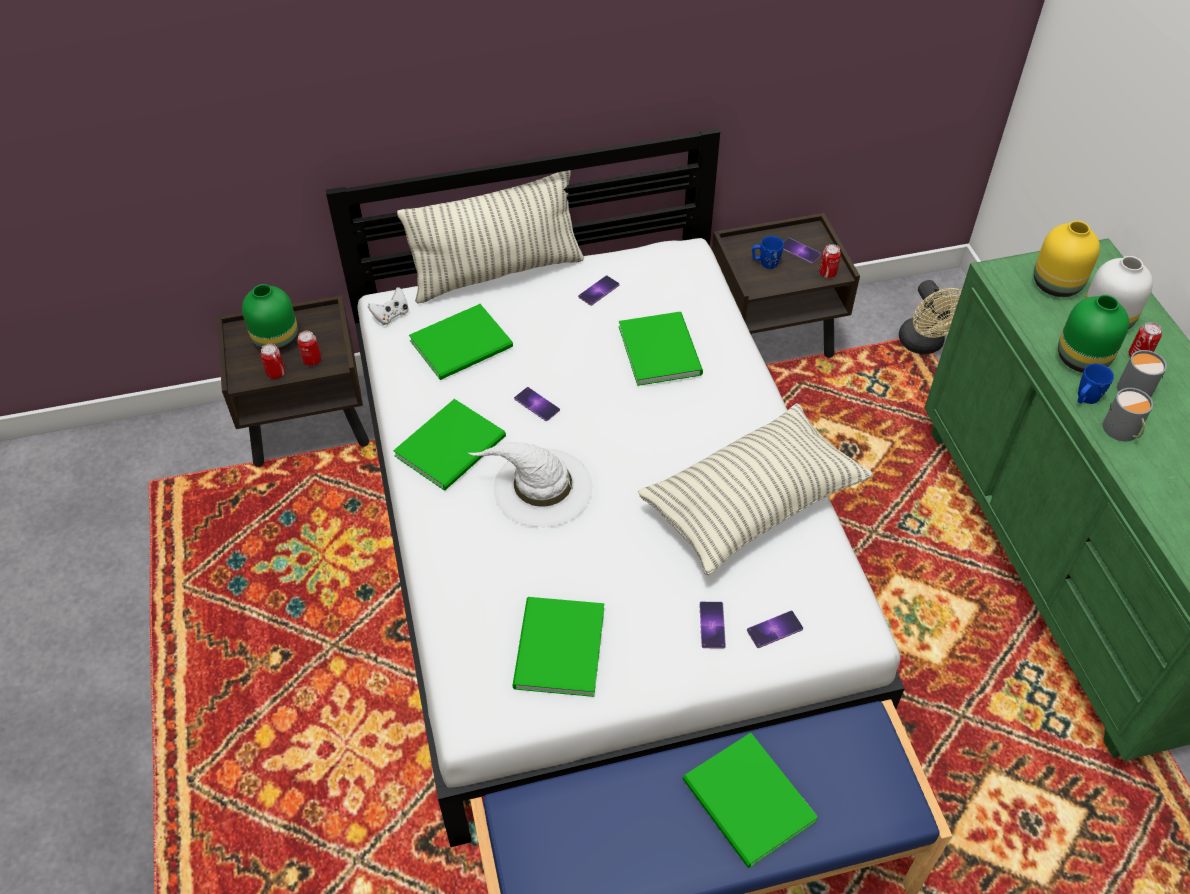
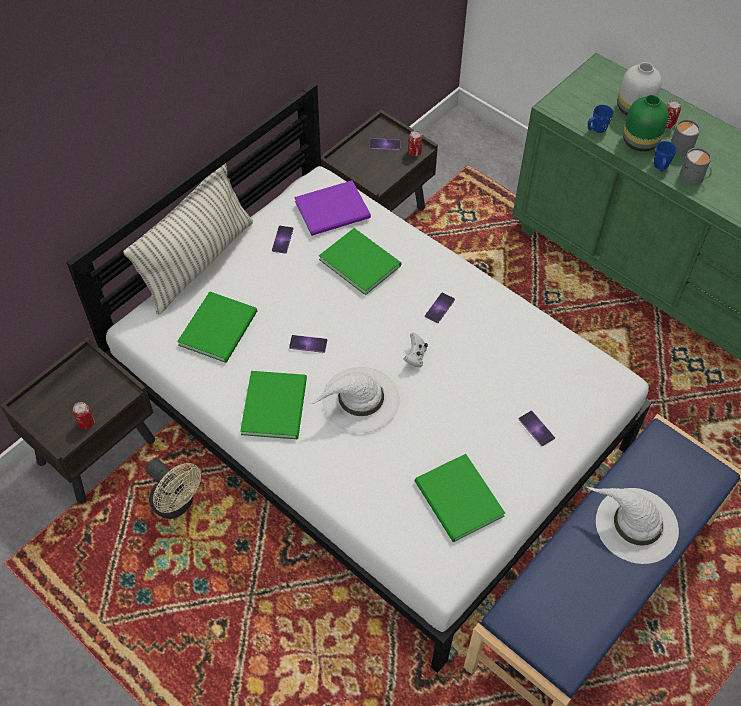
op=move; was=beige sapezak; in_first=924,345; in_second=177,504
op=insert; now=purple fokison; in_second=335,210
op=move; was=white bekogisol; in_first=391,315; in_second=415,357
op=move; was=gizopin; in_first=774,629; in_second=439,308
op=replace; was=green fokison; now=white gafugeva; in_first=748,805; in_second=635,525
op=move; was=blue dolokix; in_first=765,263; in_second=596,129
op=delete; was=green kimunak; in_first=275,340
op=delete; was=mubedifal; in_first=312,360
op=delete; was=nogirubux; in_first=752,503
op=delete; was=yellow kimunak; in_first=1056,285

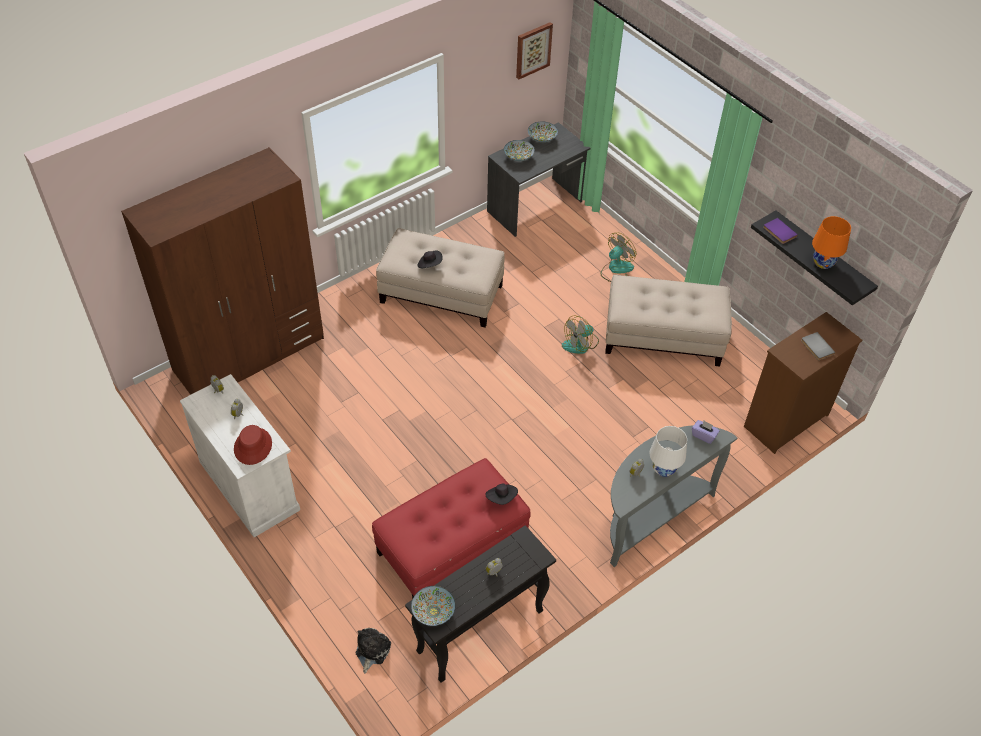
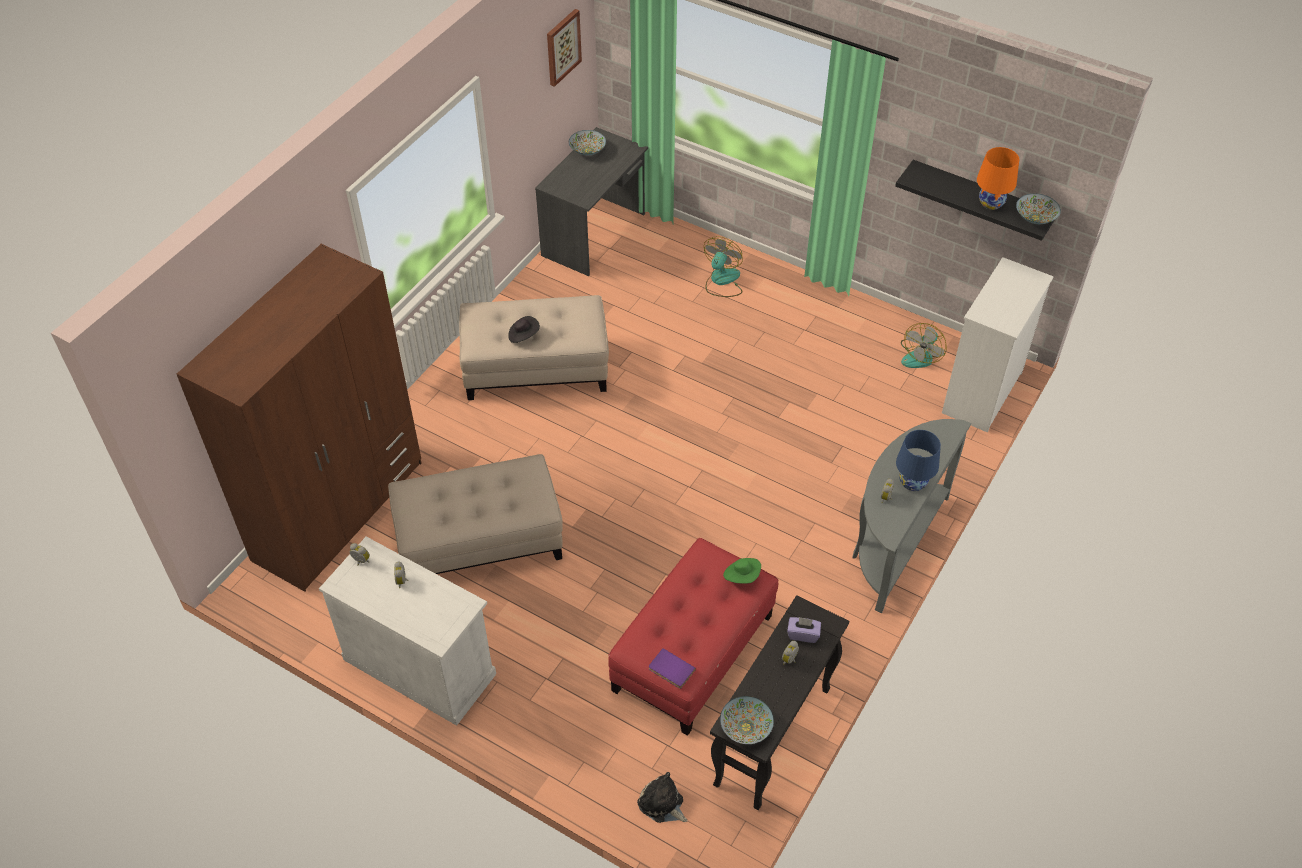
op=move; was=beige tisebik; in_first=663,336; in_second=480,539
op=rotate; was=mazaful; in_first=371,650; in_second=662,804; clockwise=-45
op=move; was=purple fokison; in_first=778,232; in_second=670,670
op=recolor; was=black gafugeva; now=green gafugeva; in_first=501,498; in_second=742,576
op=move; was=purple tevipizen; in_first=704,435; in_second=803,634
op=recolor; was=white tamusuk; now=blue tamusuk; in_first=663,469; in_second=912,482
op=move; was=sapezak; in_first=580,344; in_second=920,355
op=recolor; was=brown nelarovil; now=white nelarovil; in_first=785,421; in_second=981,393
op=move; was=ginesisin; in_first=518,157; in_second=1035,218
op=delete; was=red gafugeva; in_first=252,446
op=delete; was=grey fokison; in_first=816,347

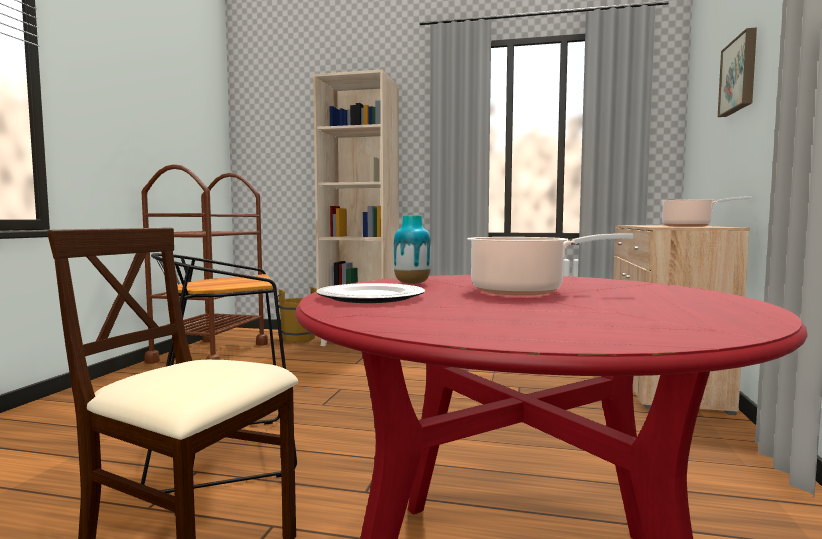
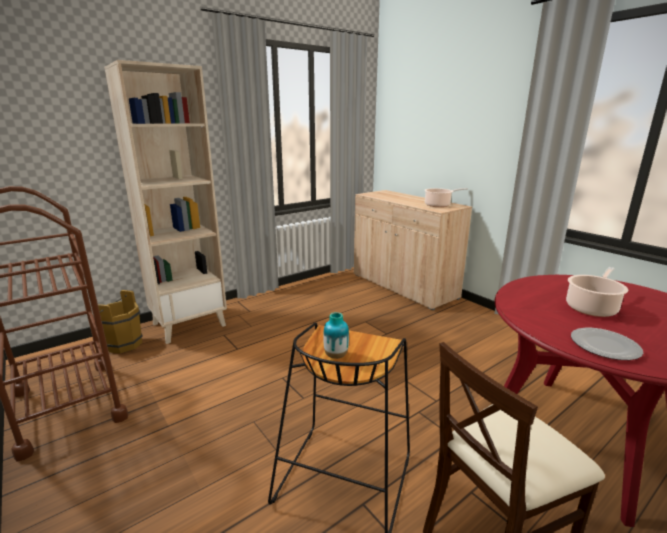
op=move; was=kimunak; in_first=412,283; in_second=336,355
op=delete; was=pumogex; in_first=740,75

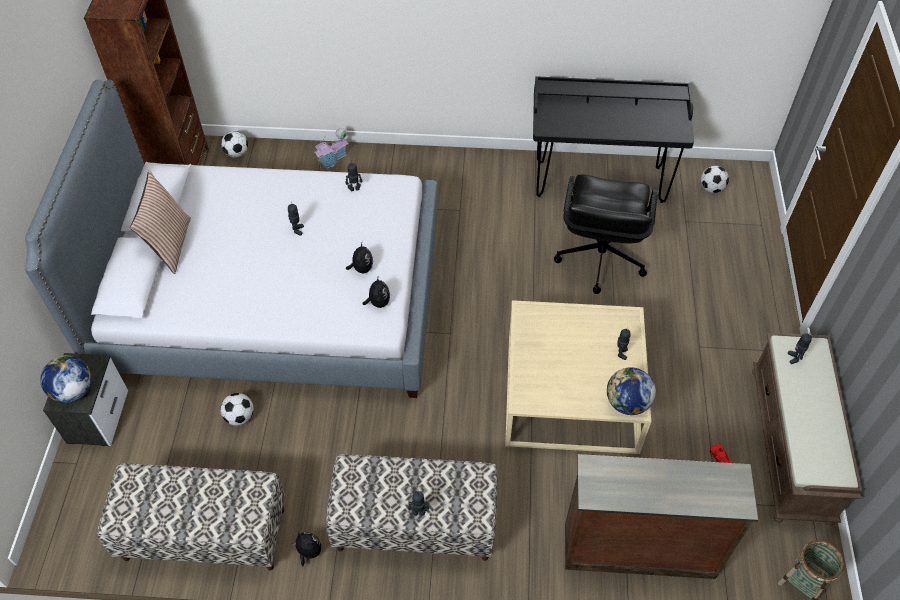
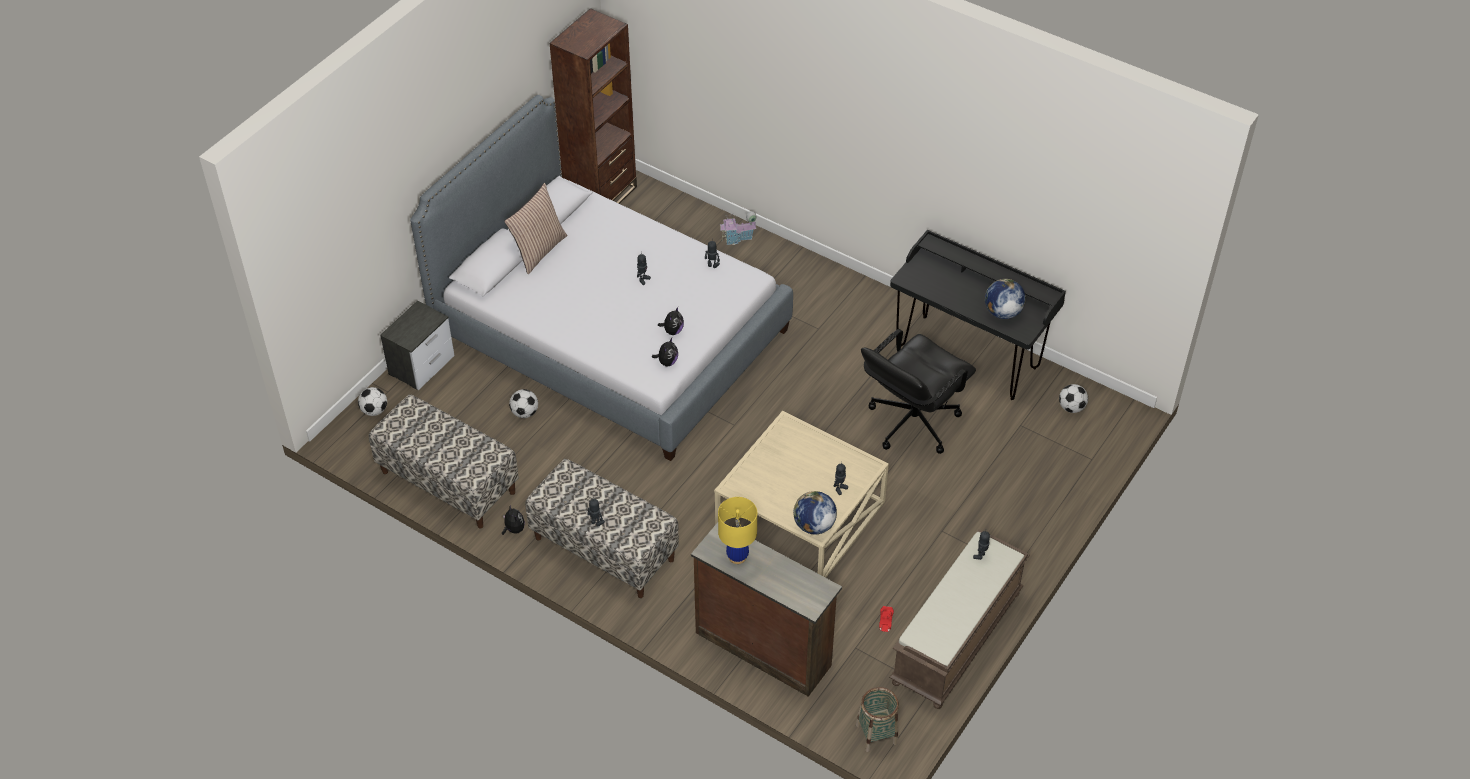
op=move; was=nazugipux; in_first=237,153; in_second=374,411
op=insert; now=yellow tamusuk; in_second=737,556
op=move; was=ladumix; in_first=73,391; in_second=1002,312

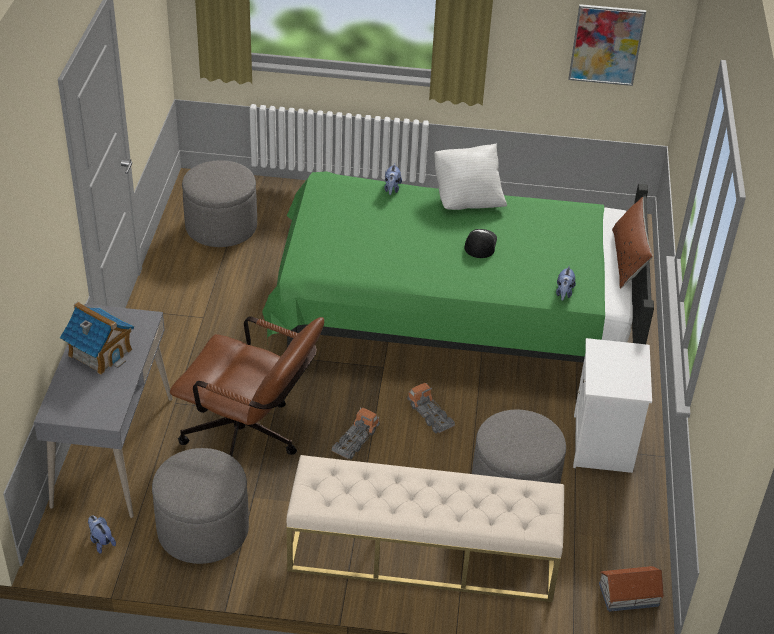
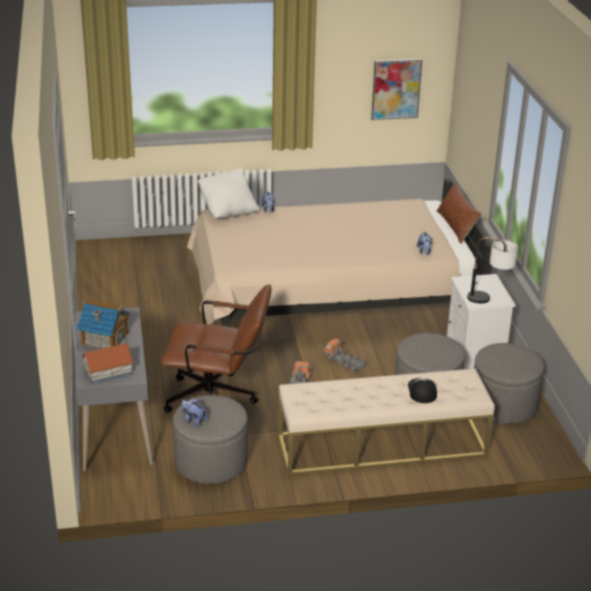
op=move; was=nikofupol; in_first=628,594; in_second=107,371
op=move; was=mazaful; in_first=101,541; in_second=193,420
op=recolor; was=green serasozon; now=beige serasozon; in_first=451,320; in_second=330,302
op=move; was=white nogirubux; in_first=467,197; in_second=228,210
op=move; was=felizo; in_first=480,244; in_second=421,391
op=insert; now=tamusuk; in_second=489,299
op=move; was=grey tisebik; in_first=221,227; in_second=503,405

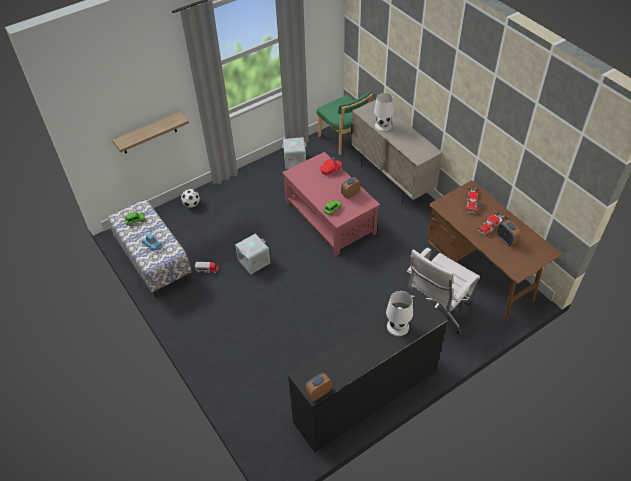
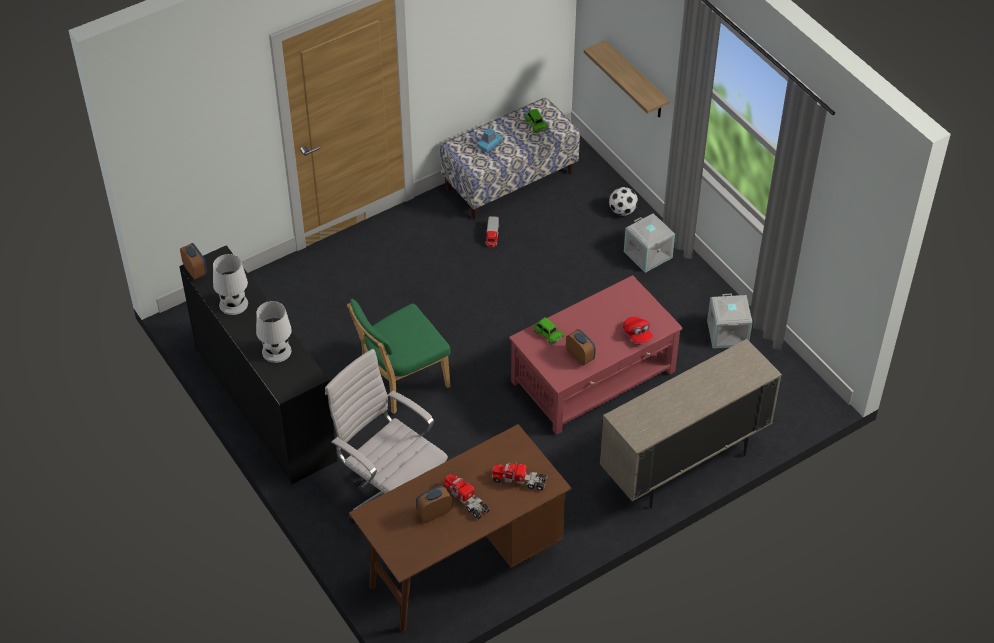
op=move; was=white tamusuk; in_first=382,125; in_second=233,303
op=move; was=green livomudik; in_first=343,140; in_second=401,382
op=move; was=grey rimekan; in_first=253,261; in_second=648,254

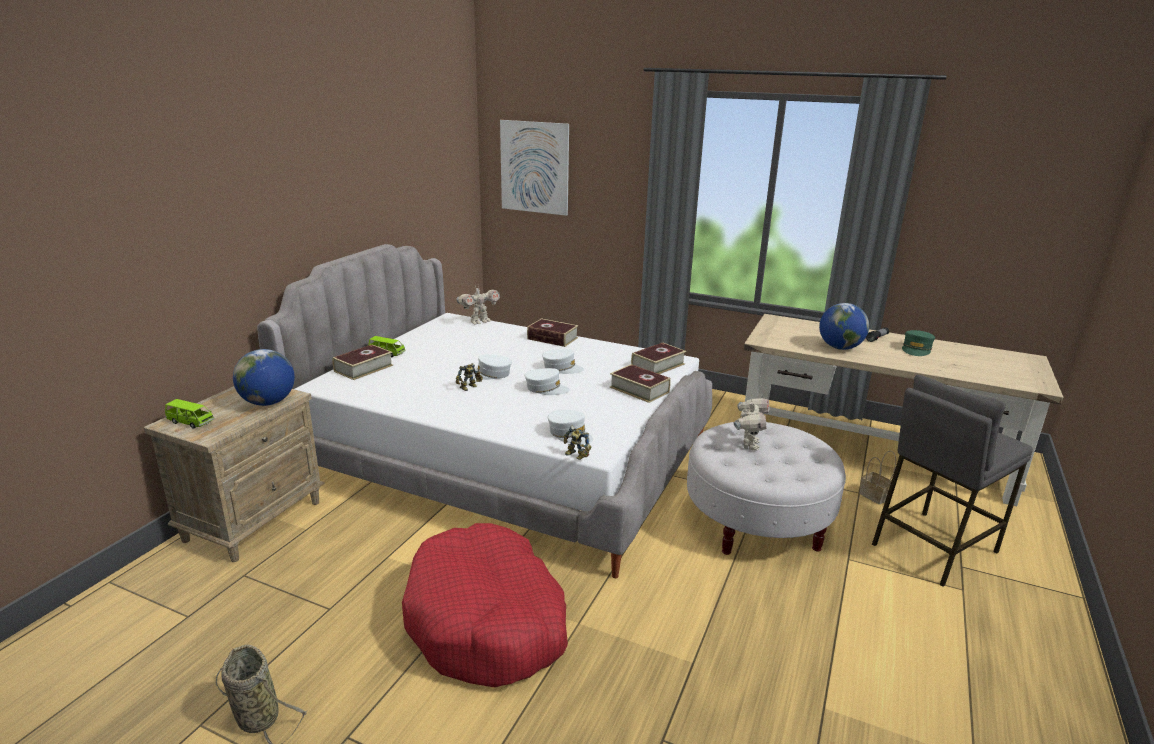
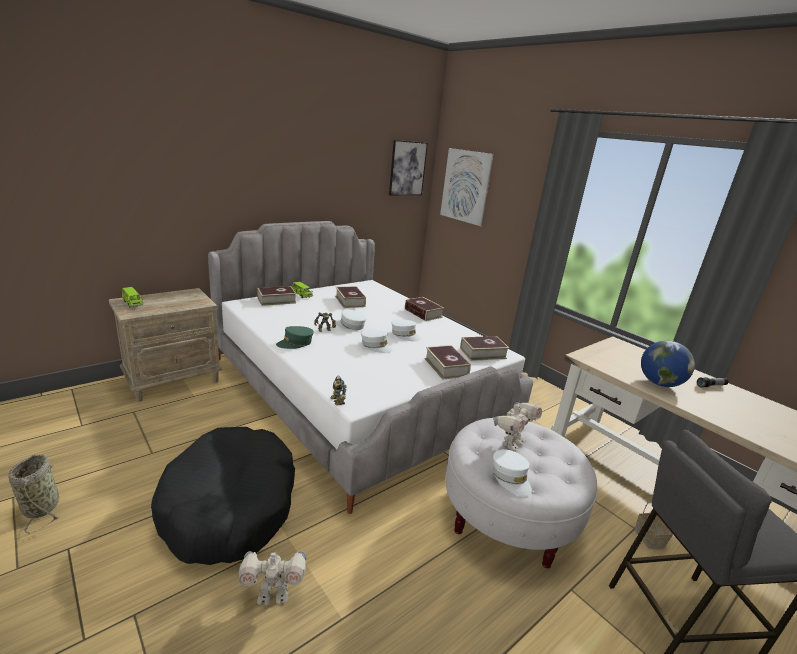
op=recolor; was=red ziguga; now=black ziguga; in_first=487,621; in_second=230,506
op=move; was=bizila; in_first=479,322; in_second=273,594
op=move; was=green felizo; in_first=916,349; in_second=295,343
op=insert; now=fokison; in_second=350,301
op=insert; now=pumogex; in_second=407,168
op=move; was=white felizo; in_first=569,434; in_second=510,478
op=delete; was=ladumix; in_first=268,402

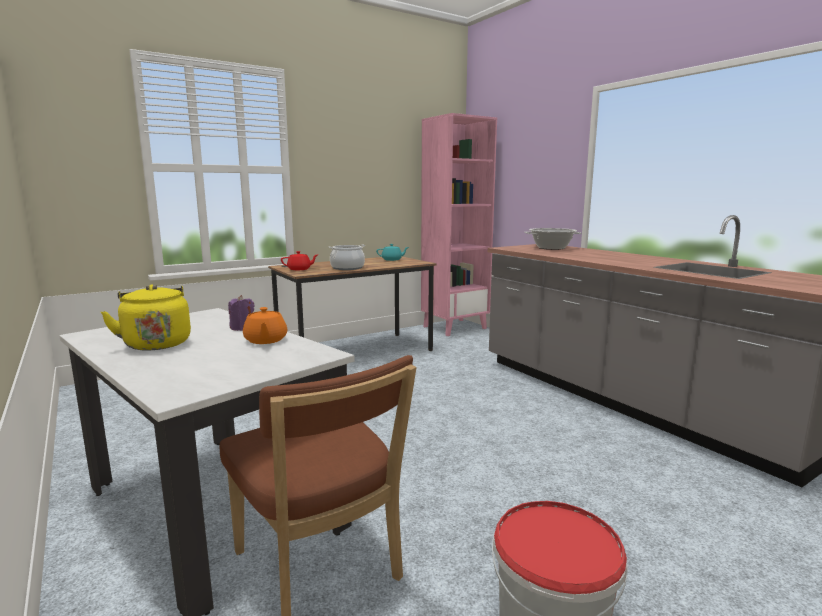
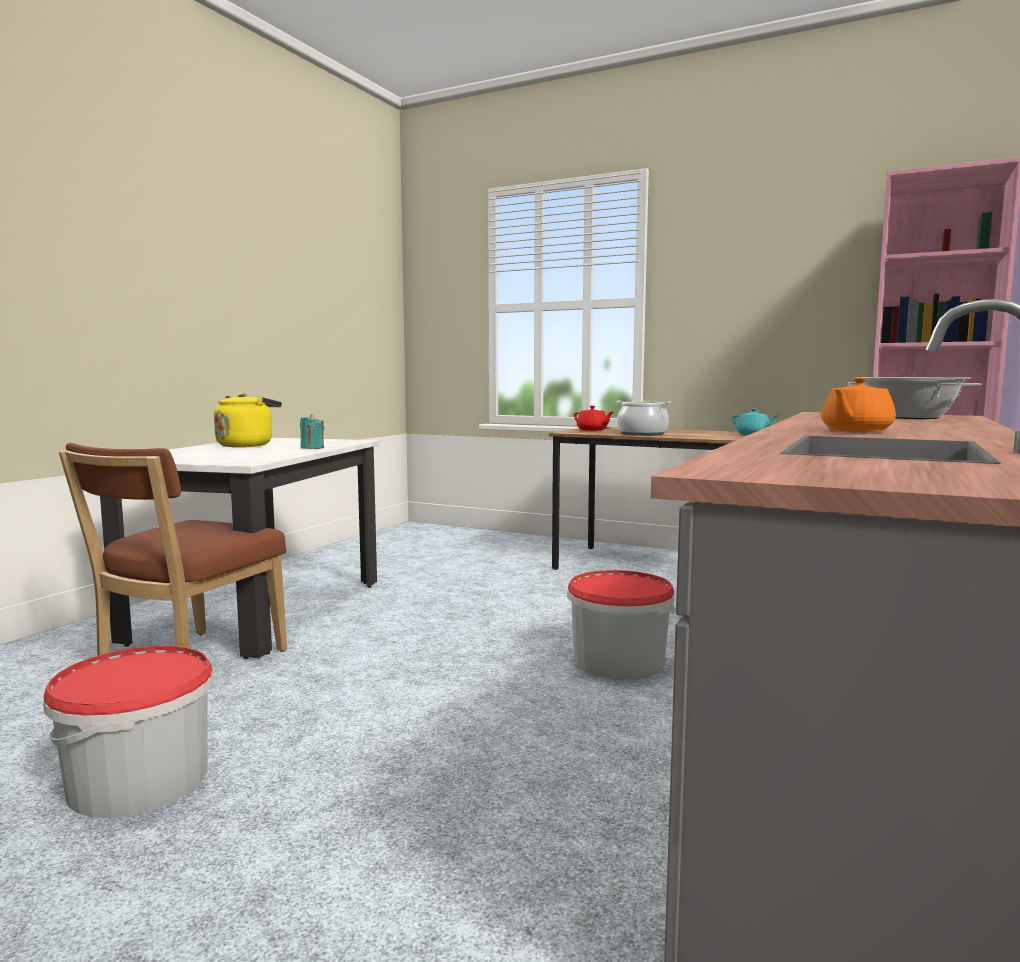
op=recolor; was=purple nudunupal; now=turquoise nudunupal; in_first=242,328; in_second=312,448
op=insert; now=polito; in_second=618,661
op=move; was=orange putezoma; in_first=265,340; in_second=855,430

